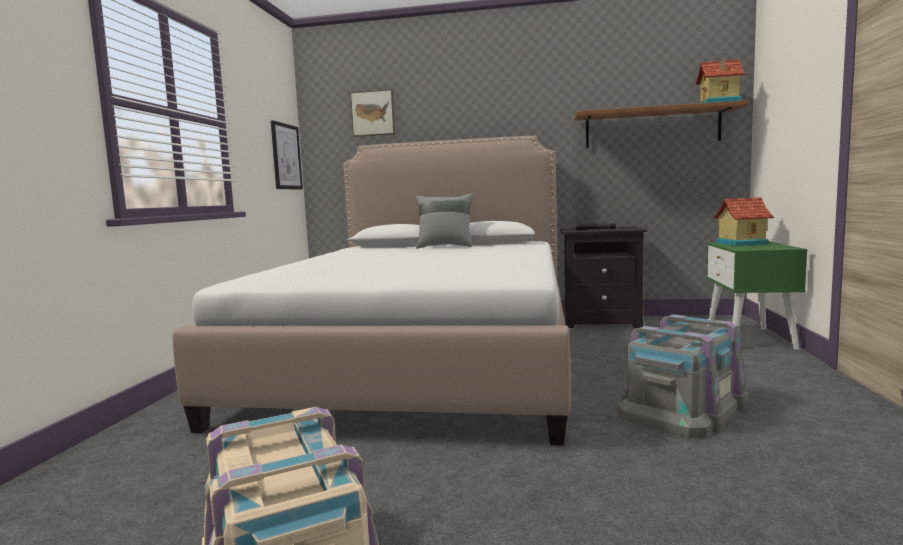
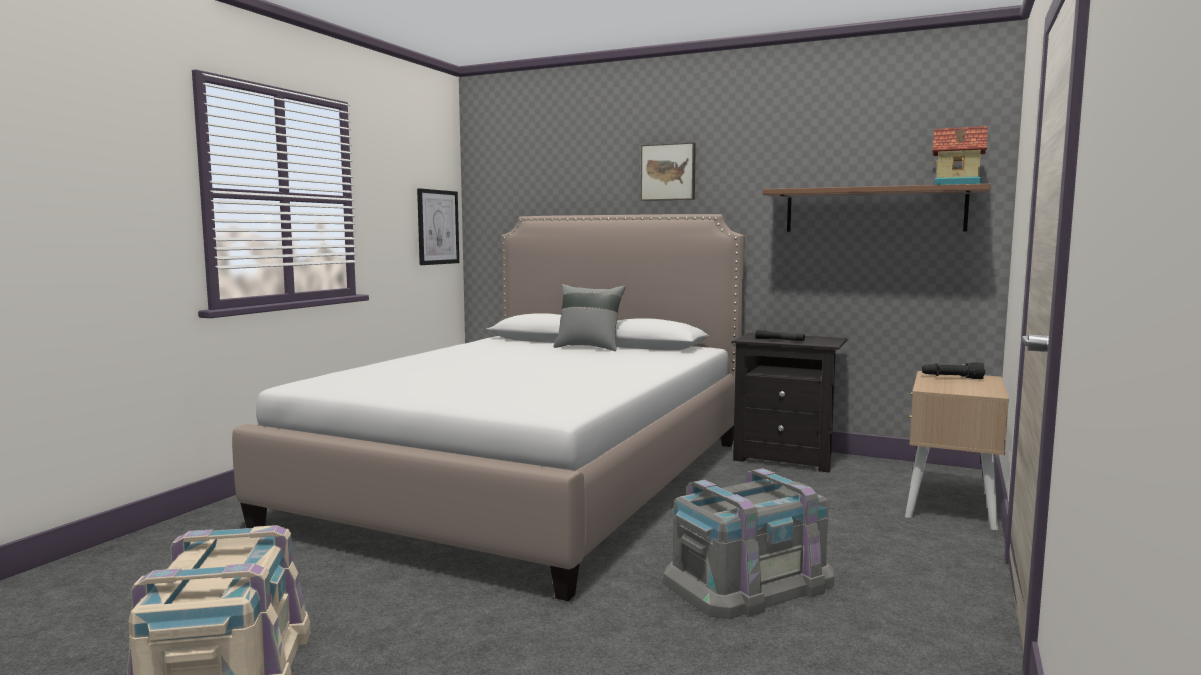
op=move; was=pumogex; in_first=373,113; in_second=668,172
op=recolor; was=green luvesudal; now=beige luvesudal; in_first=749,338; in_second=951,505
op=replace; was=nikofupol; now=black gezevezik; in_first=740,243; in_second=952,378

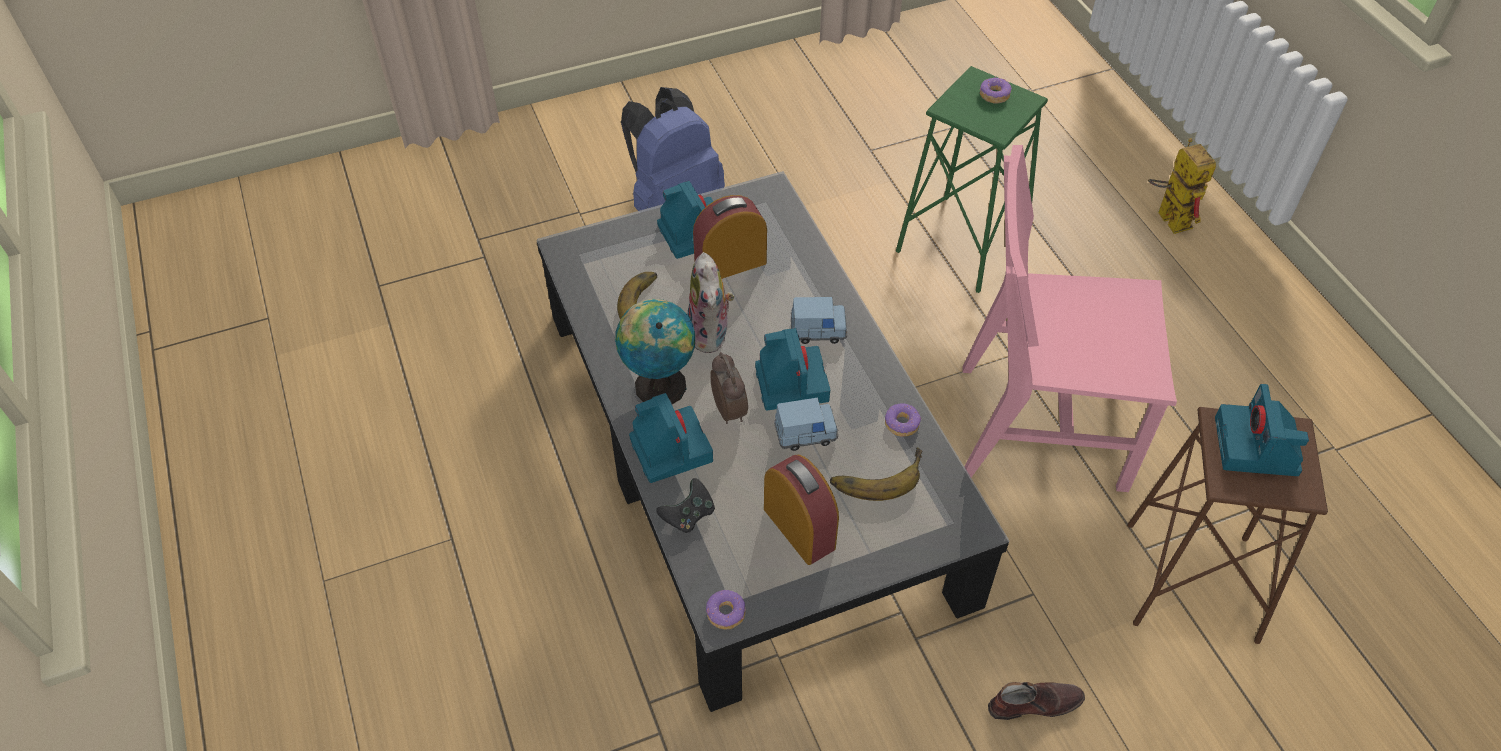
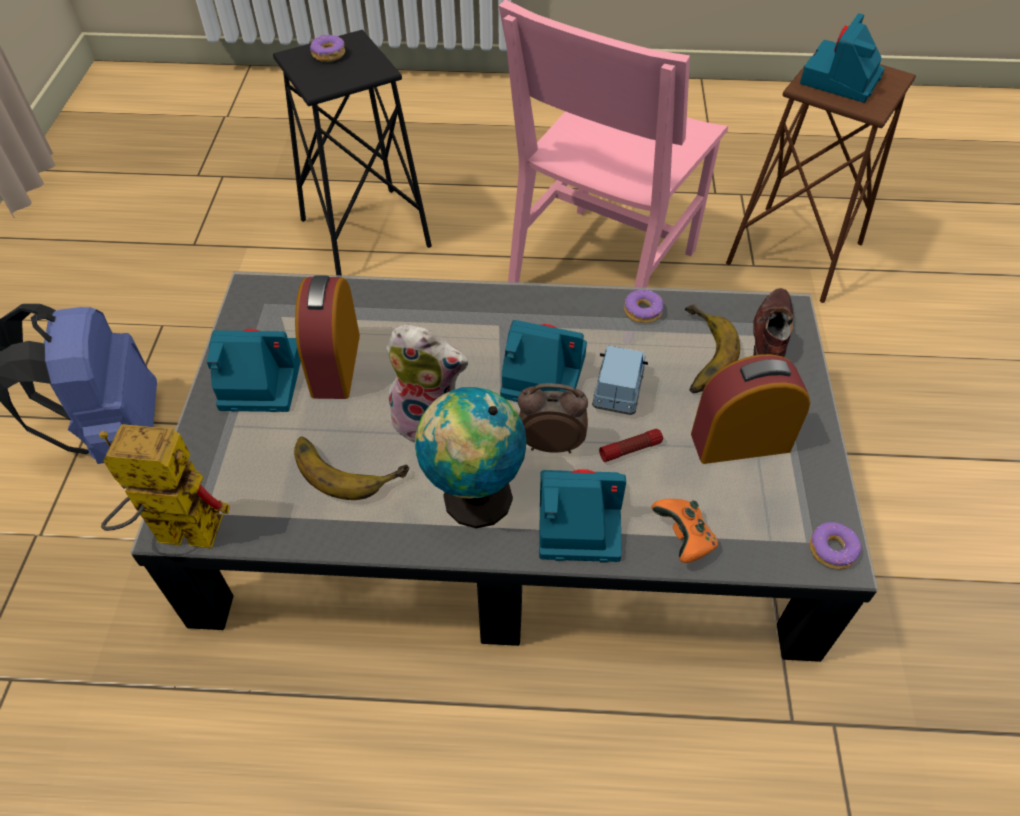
op=move; was=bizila; in_first=1167,216; in_second=175,534
op=recolor; was=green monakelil; now=black monakelil; in_first=962,244; in_second=366,233
op=insert; now=gezevezik; in_second=630,449
op=recolor; was=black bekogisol; now=orange bekogisol; in_first=688,515; in_second=684,538
op=move; was=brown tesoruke; in_first=1034,703; in_second=770,334
op=rotate; was=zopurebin; in_first=1257,448; in_second=841,80; clockwise=90
op=delete; was=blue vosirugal; in_first=818,331

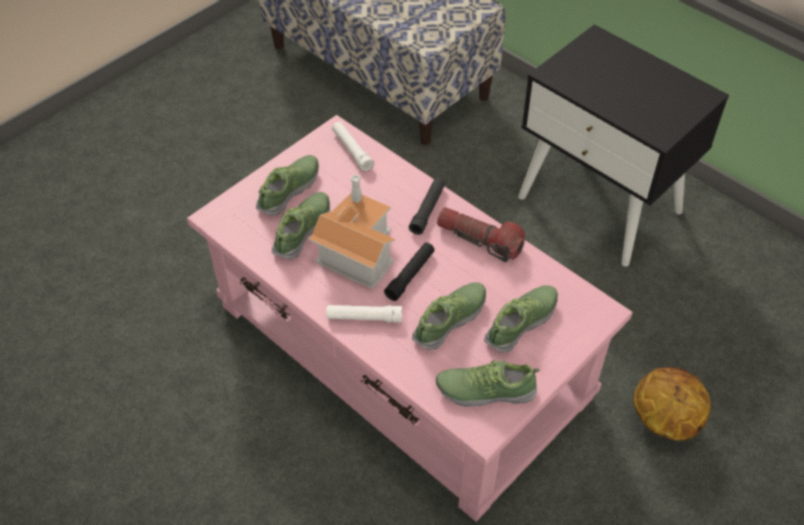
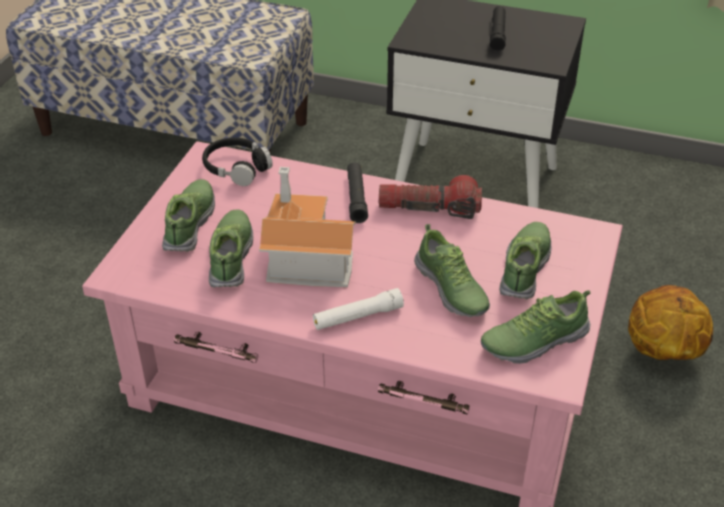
op=replace; was=white gezevezik; now=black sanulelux; in_first=352,150; in_second=236,168
op=rotate; was=tesoruke; in_first=450,320; in_second=451,289; clockwise=135
op=move; was=black gezevezik; in_first=410,275; in_second=497,34

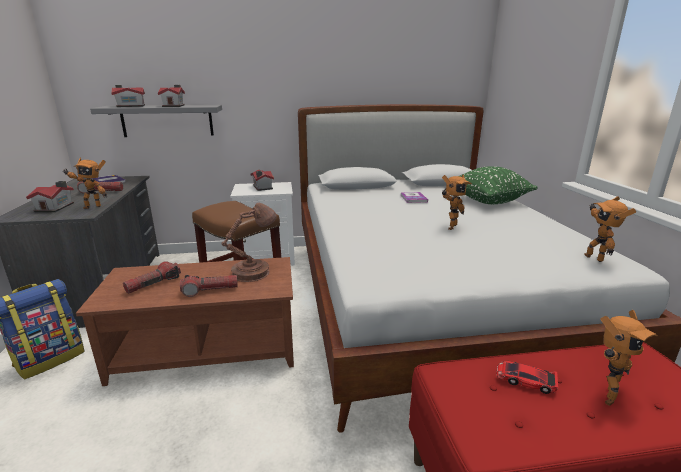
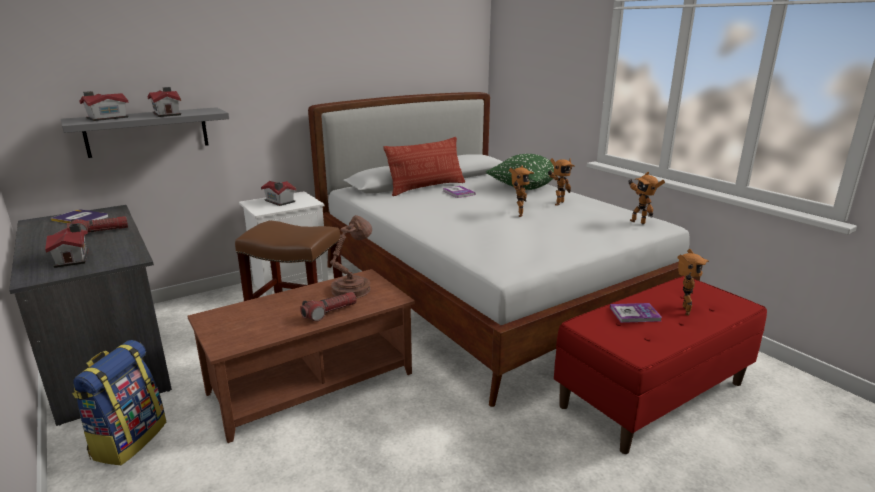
op=insert; now=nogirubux; in_second=426,187
op=move; was=bizila; in_first=92,206; in_second=557,203
op=replace; was=vosirugal; now=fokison; in_first=525,380; in_second=635,314
op=delete; was=gezevezik; in_first=154,284

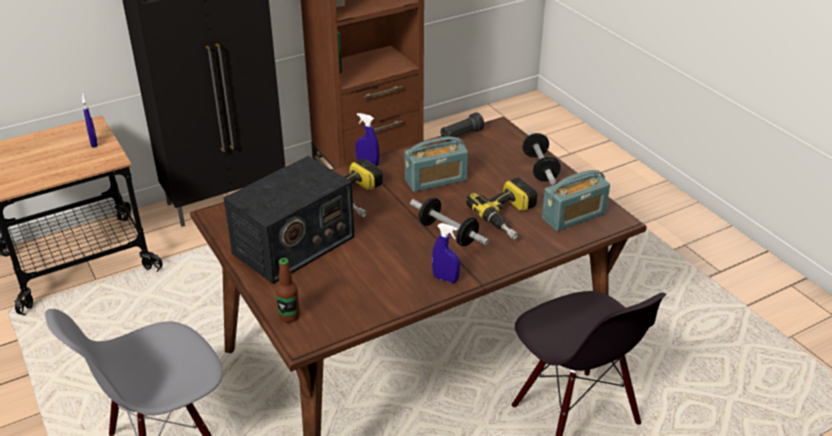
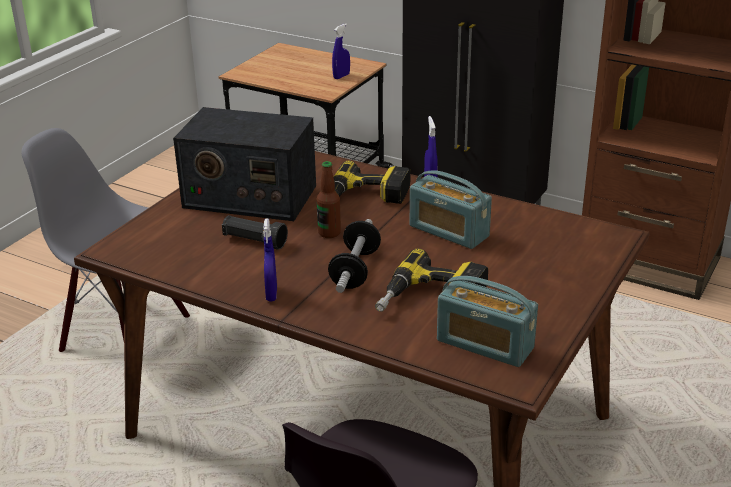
op=move; was=black gezevezik; in_first=461,135; in_second=254,241
op=move; was=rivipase; in_first=289,316; in_second=329,233
op=delete; was=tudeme; in_first=540,168

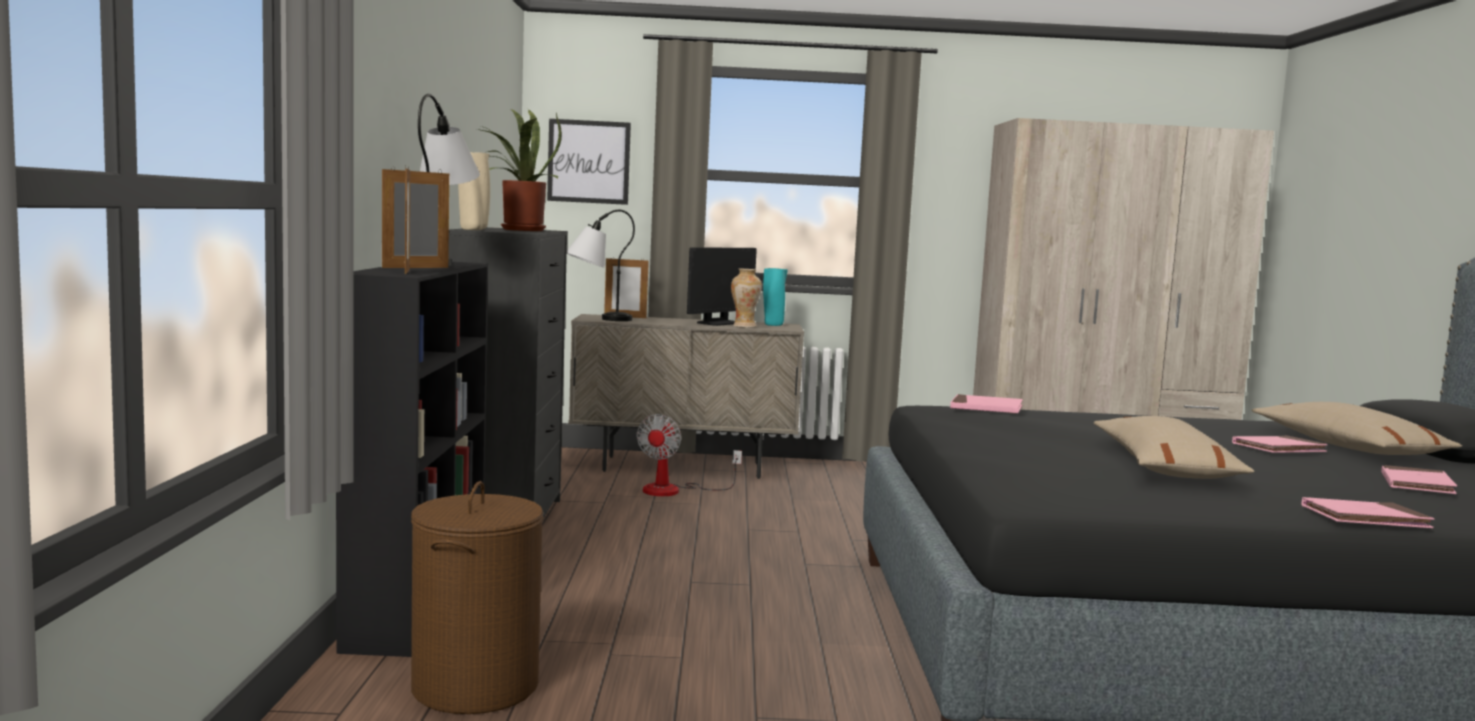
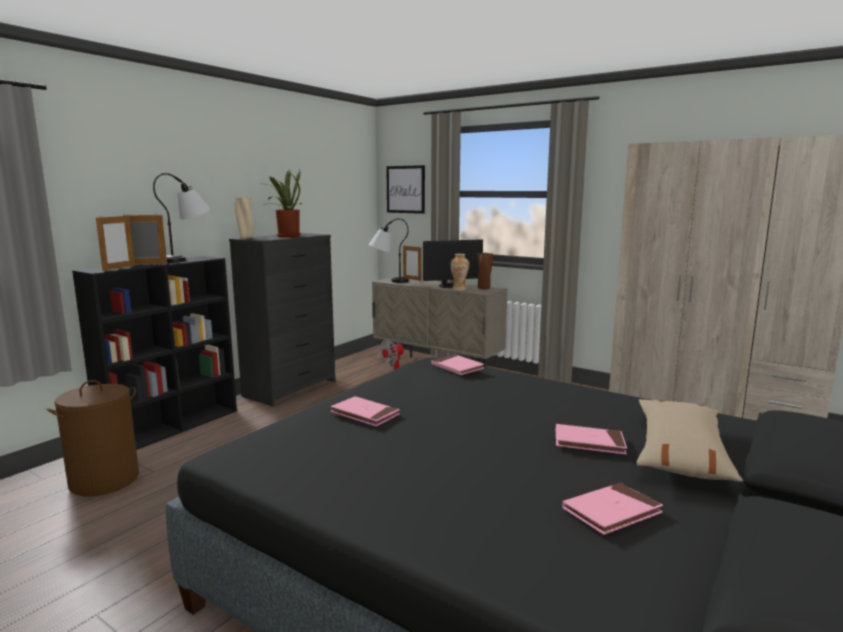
op=move; was=pink fokison; in_first=1365,519; in_second=365,414
op=recolor; was=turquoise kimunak; now=brown kimunak; in_first=773,325; in_second=484,288
op=delete; was=beige nogirubux; in_first=1164,468

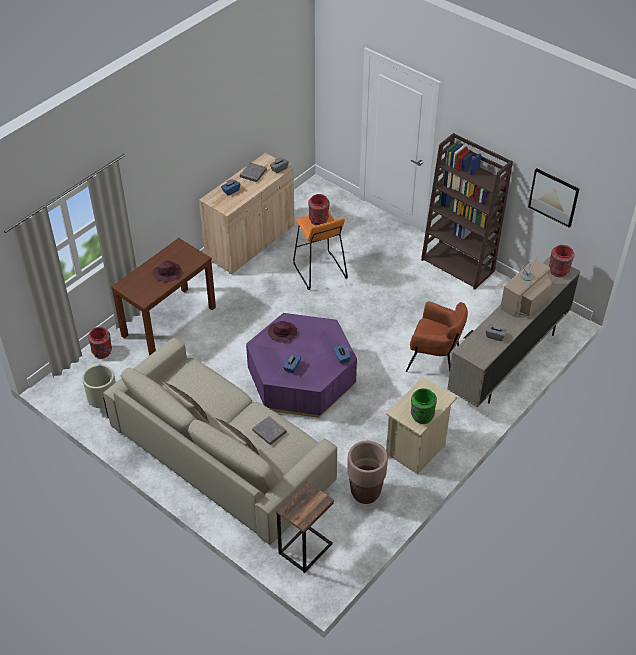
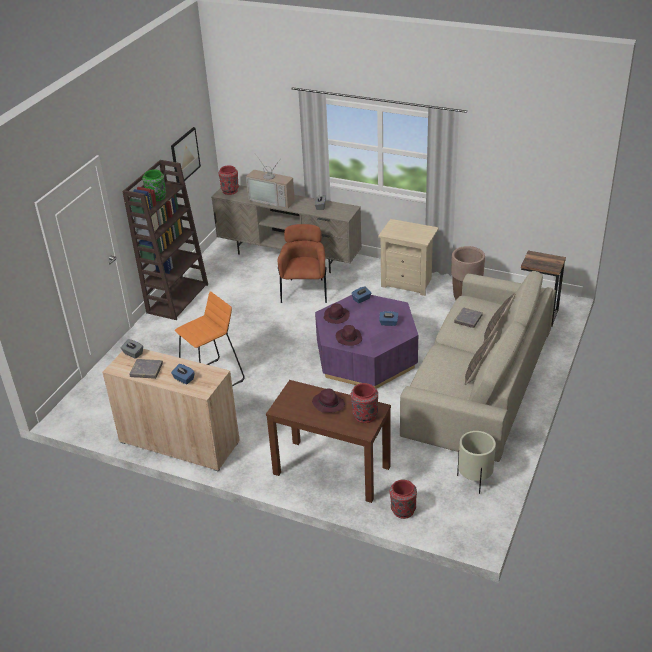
op=move; was=green kimunak; in_first=421,416; in_second=156,197
op=insert; now=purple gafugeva; in_second=336,316
op=move; was=red kimunak; in_first=318,220; in_second=364,415

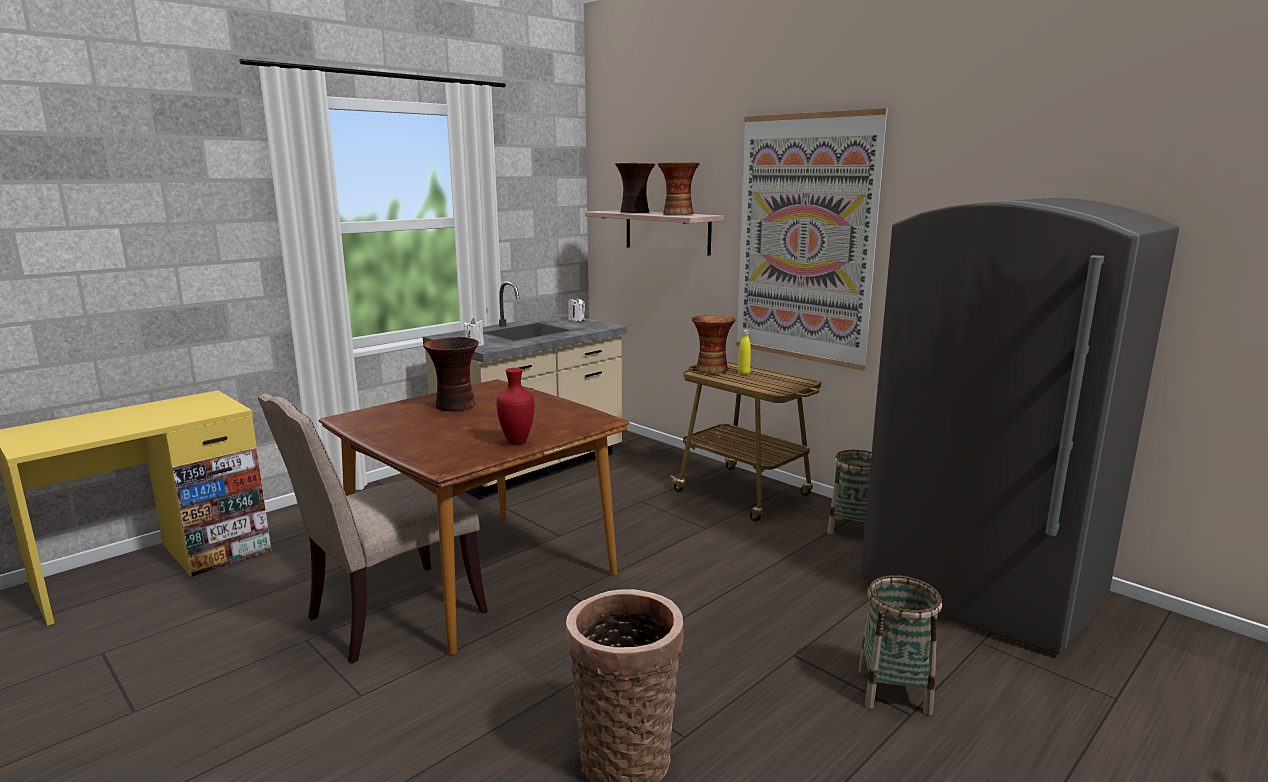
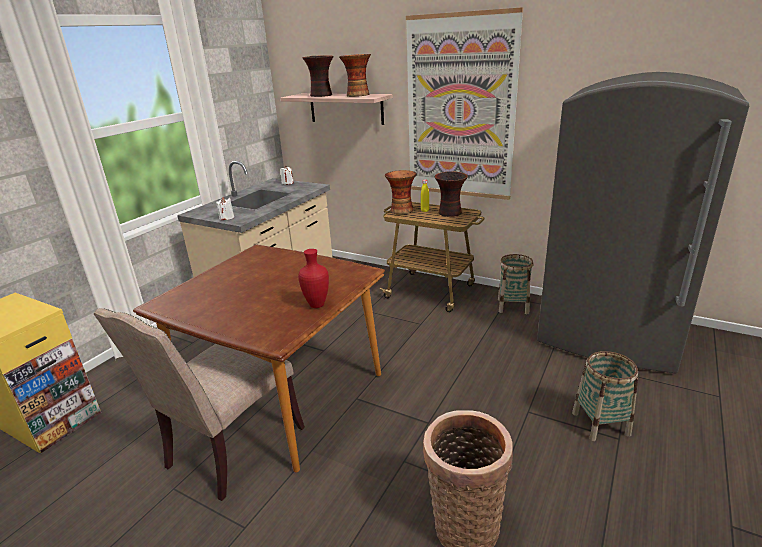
op=move; was=kimunak; in_first=455,406; in_second=450,213

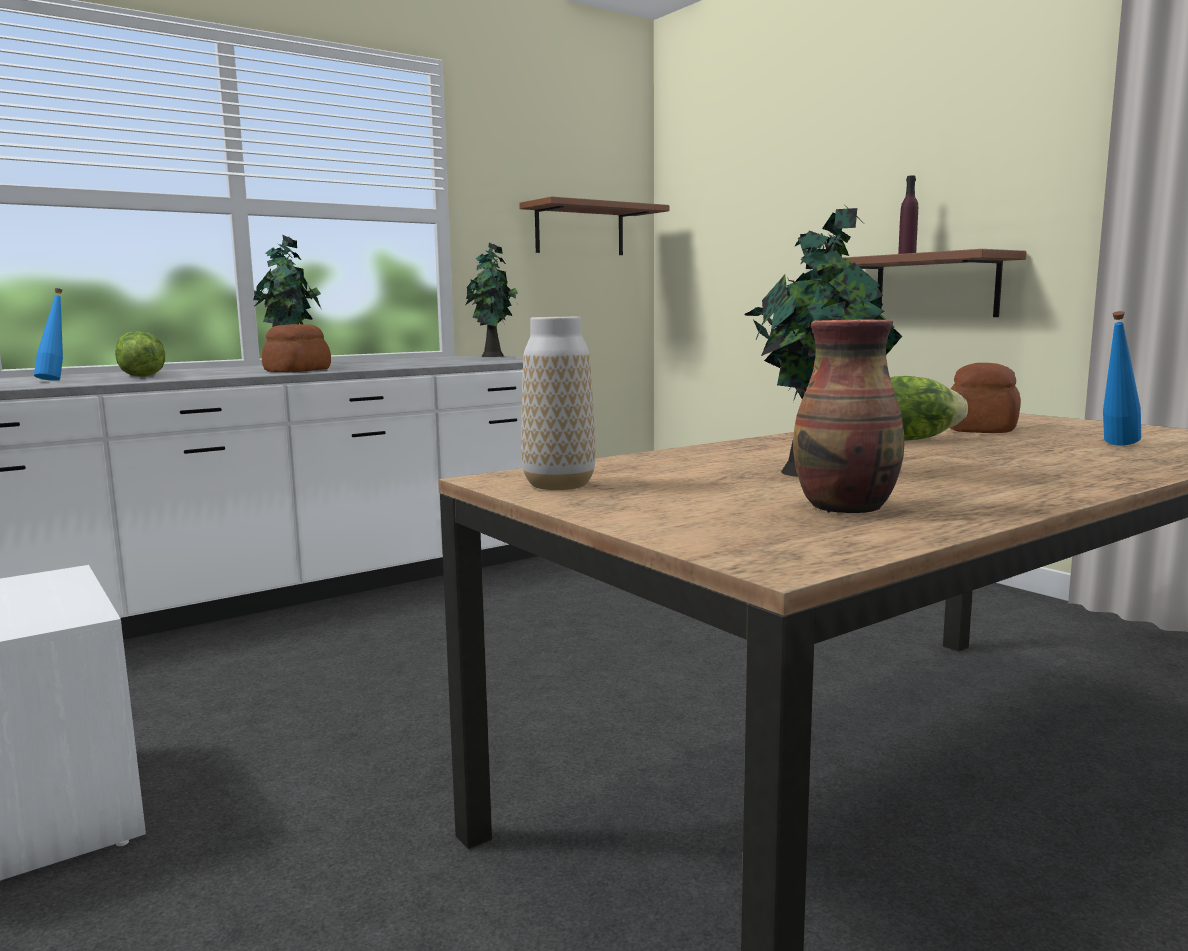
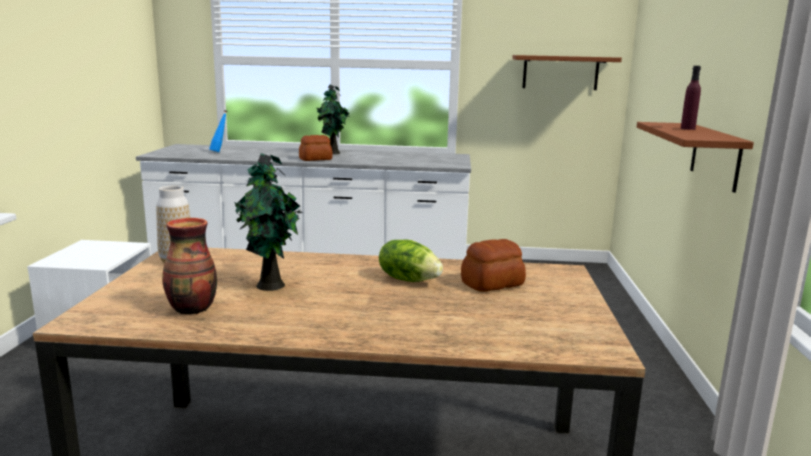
op=delete; was=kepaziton; in_first=140,376
op=delete; was=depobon; in_first=494,356
op=delete; was=blue rivipase; in_first=1115,445

